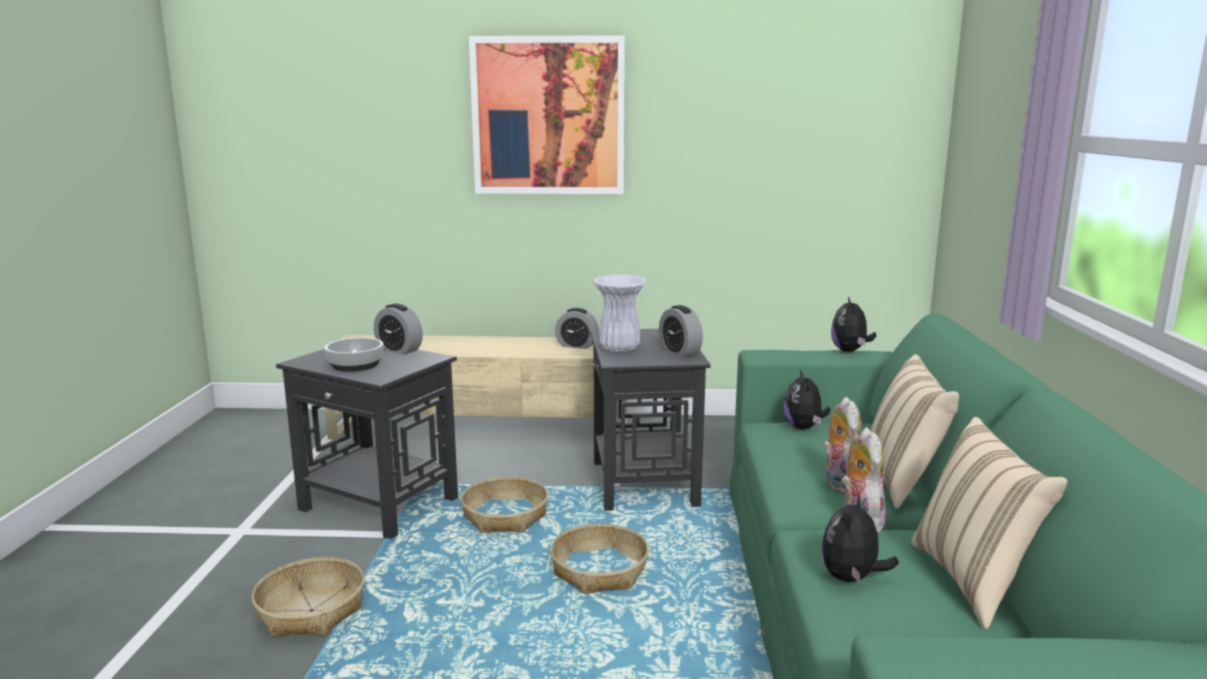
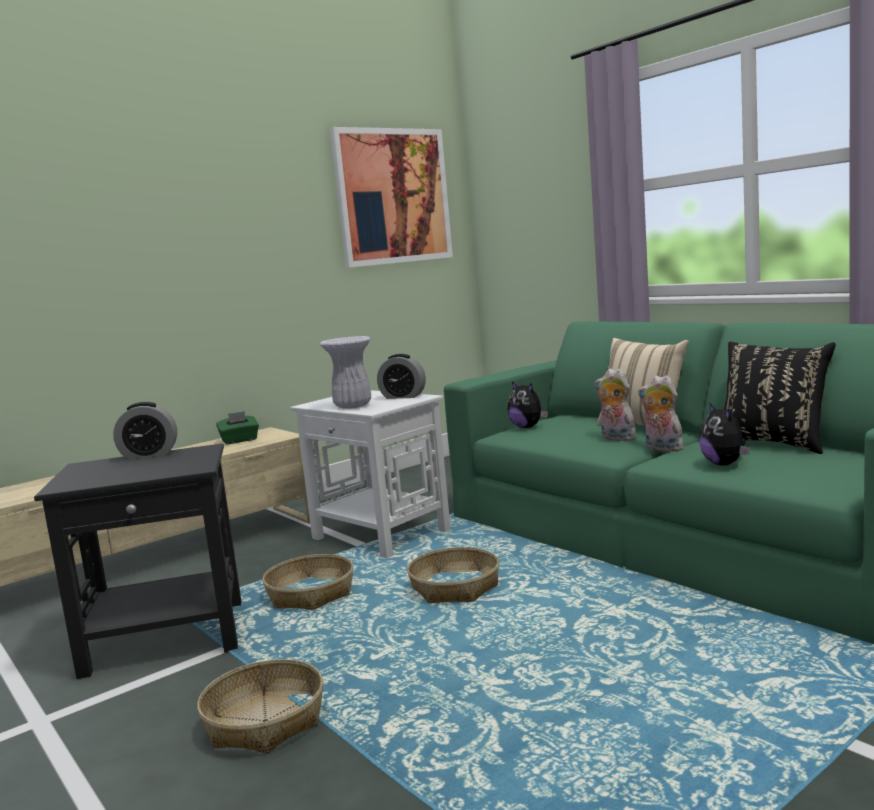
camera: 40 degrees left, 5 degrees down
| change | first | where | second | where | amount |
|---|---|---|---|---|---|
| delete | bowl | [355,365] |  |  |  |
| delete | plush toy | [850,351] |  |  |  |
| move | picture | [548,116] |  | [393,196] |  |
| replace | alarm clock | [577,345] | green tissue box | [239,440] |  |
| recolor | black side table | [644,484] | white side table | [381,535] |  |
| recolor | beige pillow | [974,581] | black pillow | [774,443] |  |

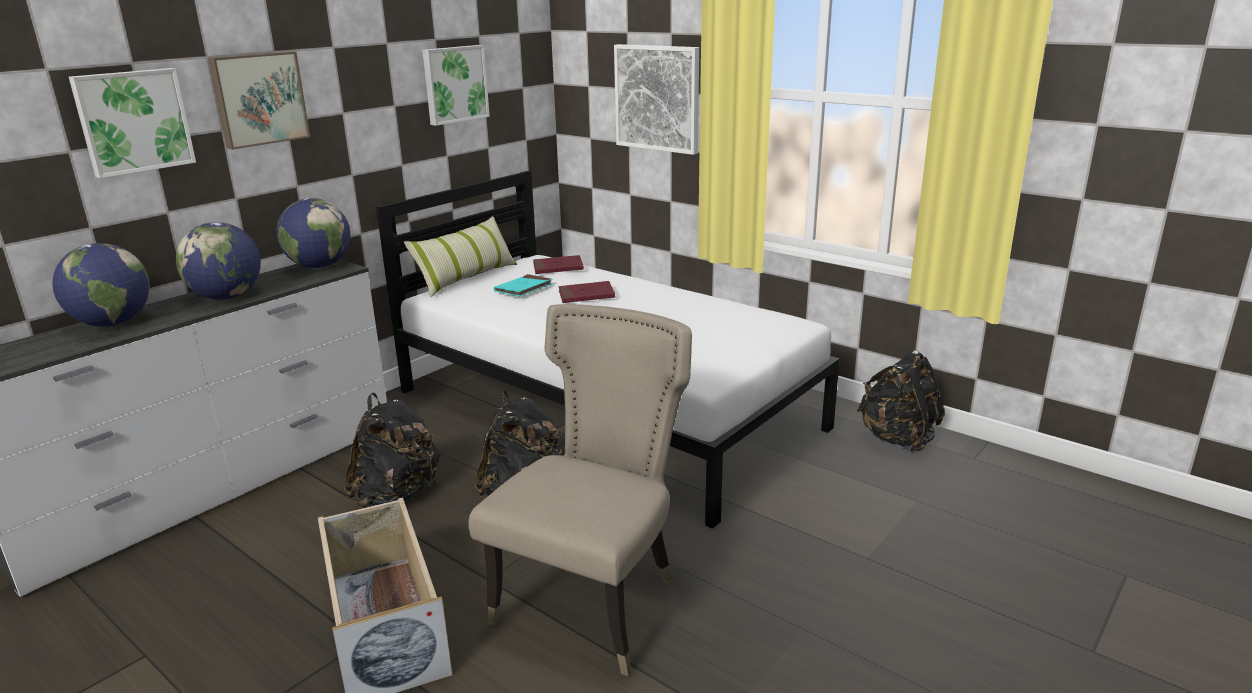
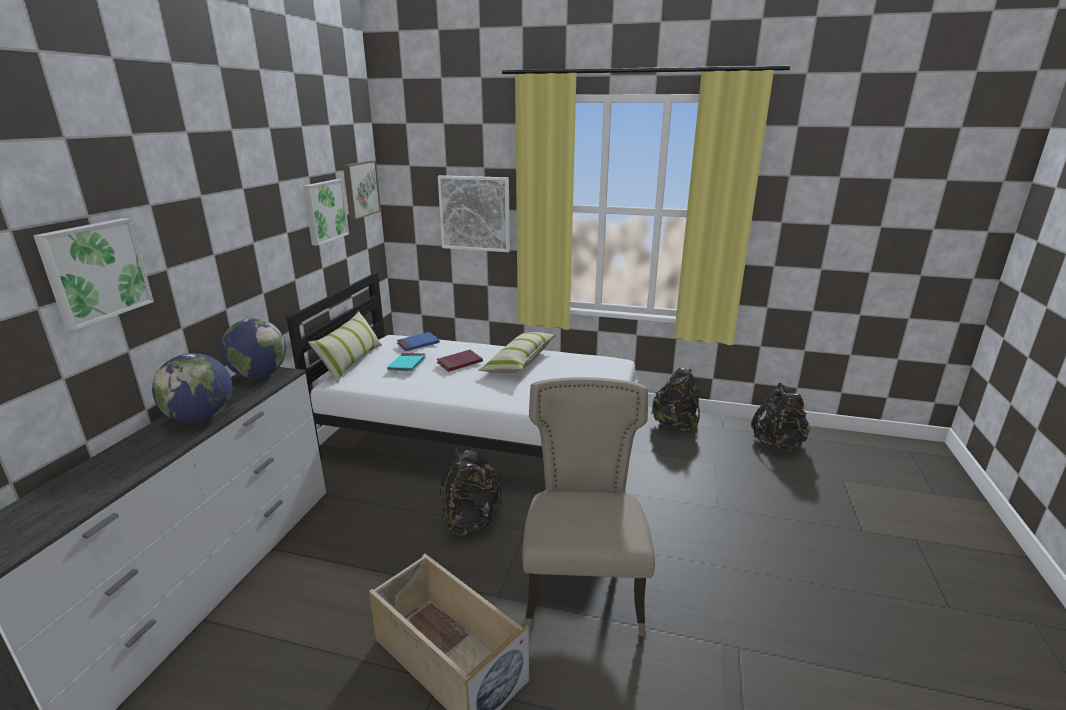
camera: 25 degrees left, 0 degrees up
| change | first | where | second | where | amount |
|---|---|---|---|---|---|
| delete | globe | [112,323] |  |  |  |
| insert |  |  | pillow | [519,362] |  |
| move | picture | [259,99] |  | [360,189] |  |
| move | black backpack | [396,494] |  | [778,444] |  |
| recolor | red book | [558,268] | blue book | [418,343] |  |

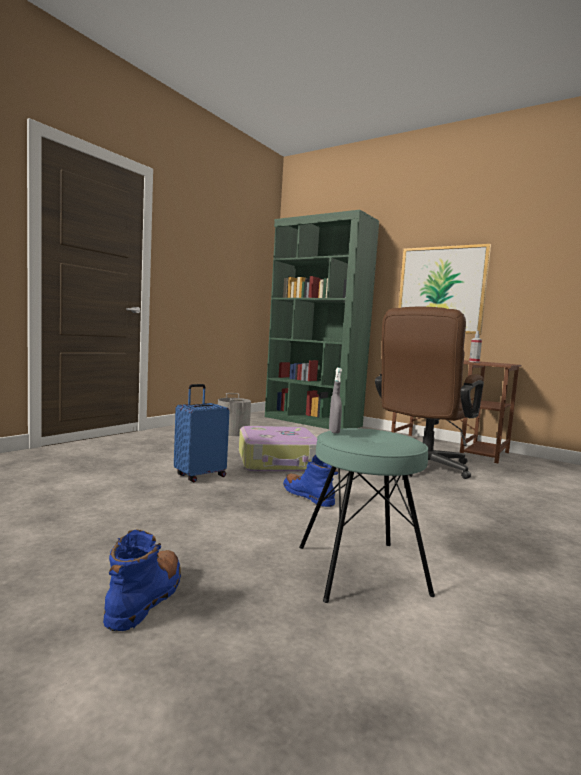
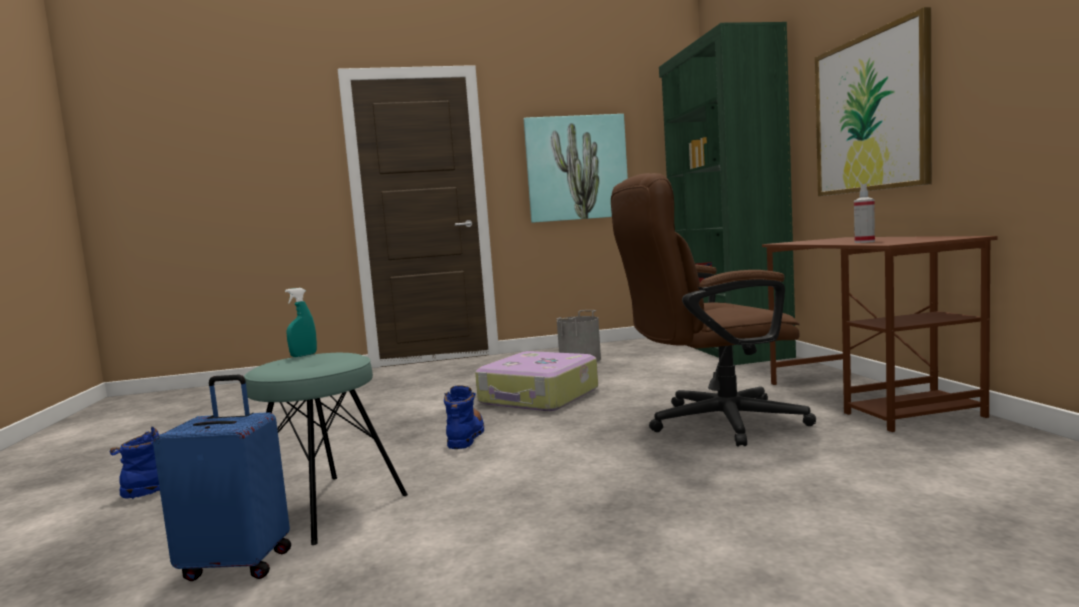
camera: 45 degrees right, 0 degrees up
| change | first | where | second | where | amount |
|---|---|---|---|---|---|
| insert |  |  | picture | [576,168] |  |
| move | blue suitcase | [199,476] |  | [238,563] |  |
| recolor | grey spray bottle | [334,431] | turquoise spray bottle | [303,355] |  |

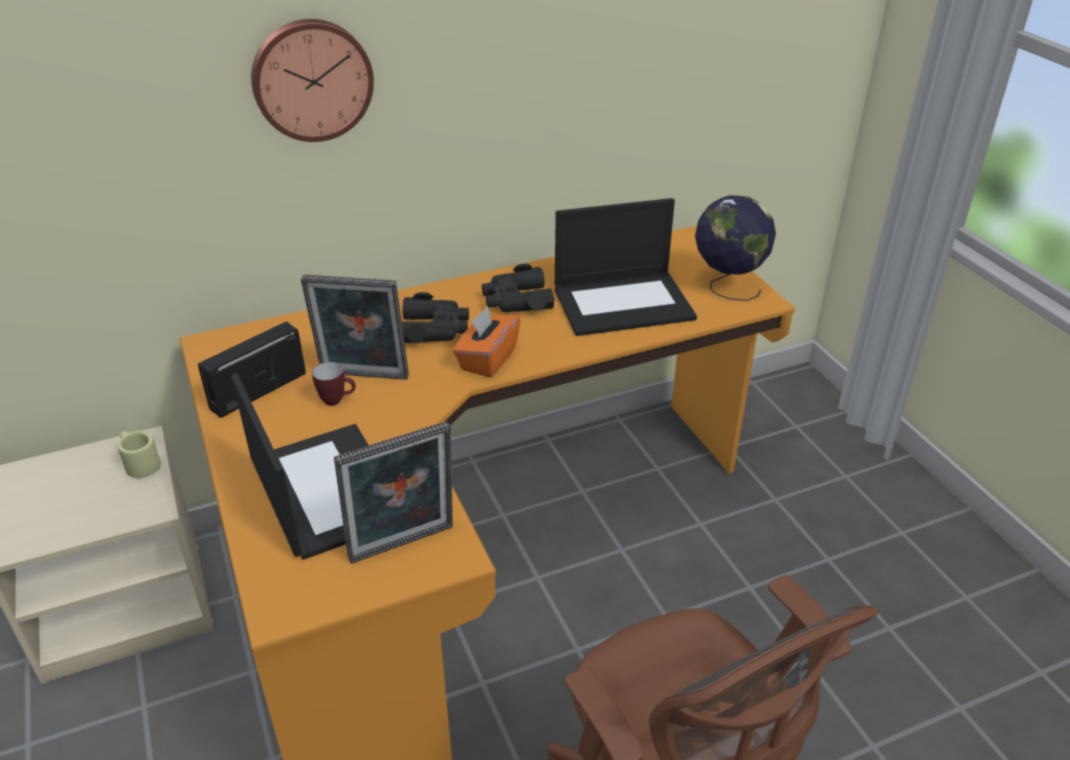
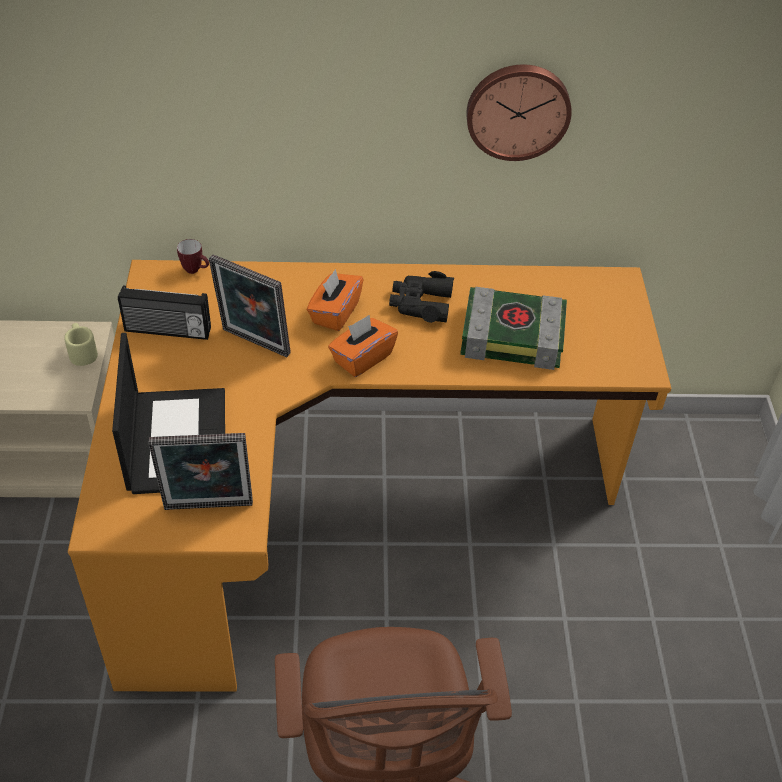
camera: 20 degrees right, 10 degrees up
| change | first | where | second | where | amount |
|---|---|---|---|---|---|
| delete | globe | [727,287] |  |  |  |
| move | wall clock | [311,79] |  | [518,110] |  |
| move | mug | [337,400] |  | [195,270] |  |
| replace | black binoculars | [434,329] | orange tissue box | [335,313] |  |
| replace | laptop | [624,303] | book | [514,335] |  |
| rotate | radio | [257,390] |  | [167,331] | 150 degrees counterclockwise |

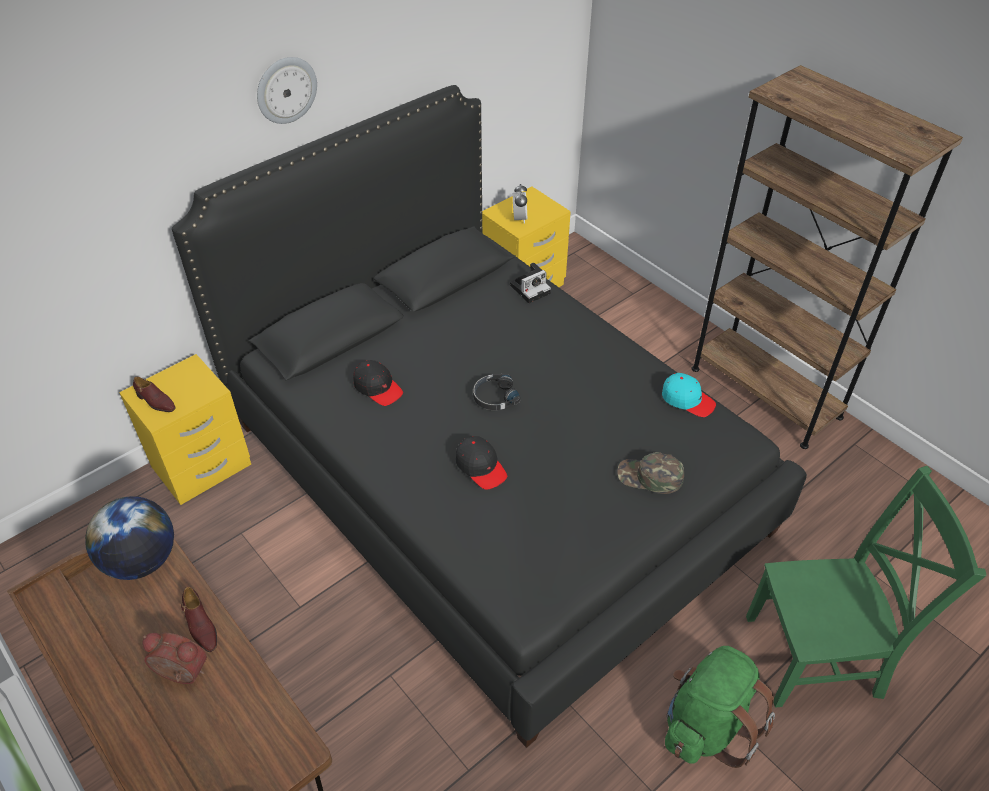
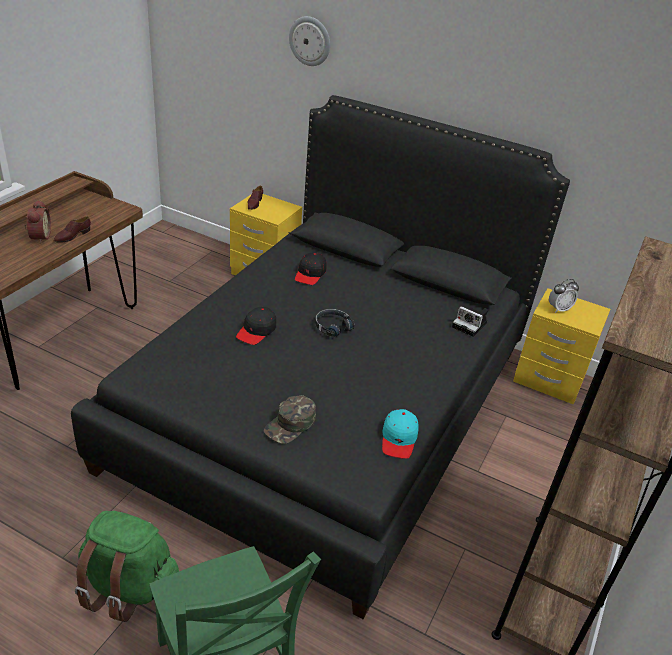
camera: 65 degrees right, 10 degrees down
| change | first | where | second | where | amount |
|---|---|---|---|---|---|
| delete | globe | [141,561] |  |  |  |
| move | wall clock | [286,90] |  | [310,41] |  |
| rotate | green cap | [649,477] |  | [291,424] | 135 degrees counterclockwise |

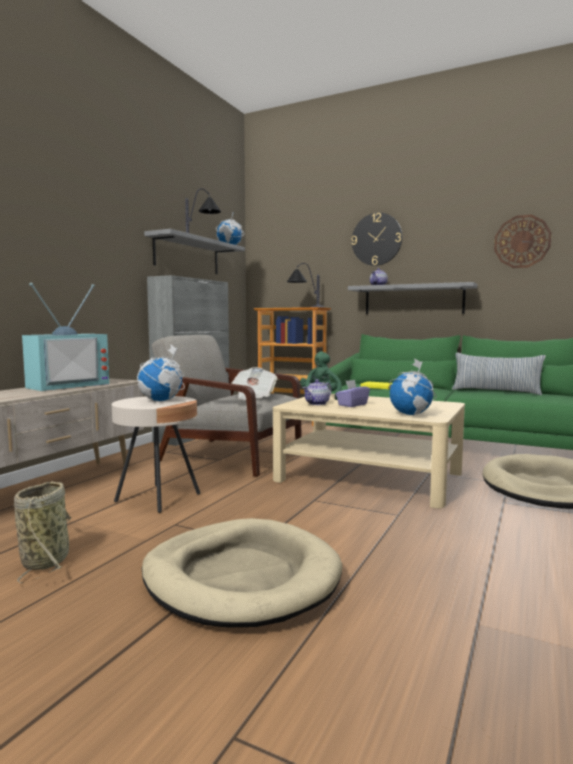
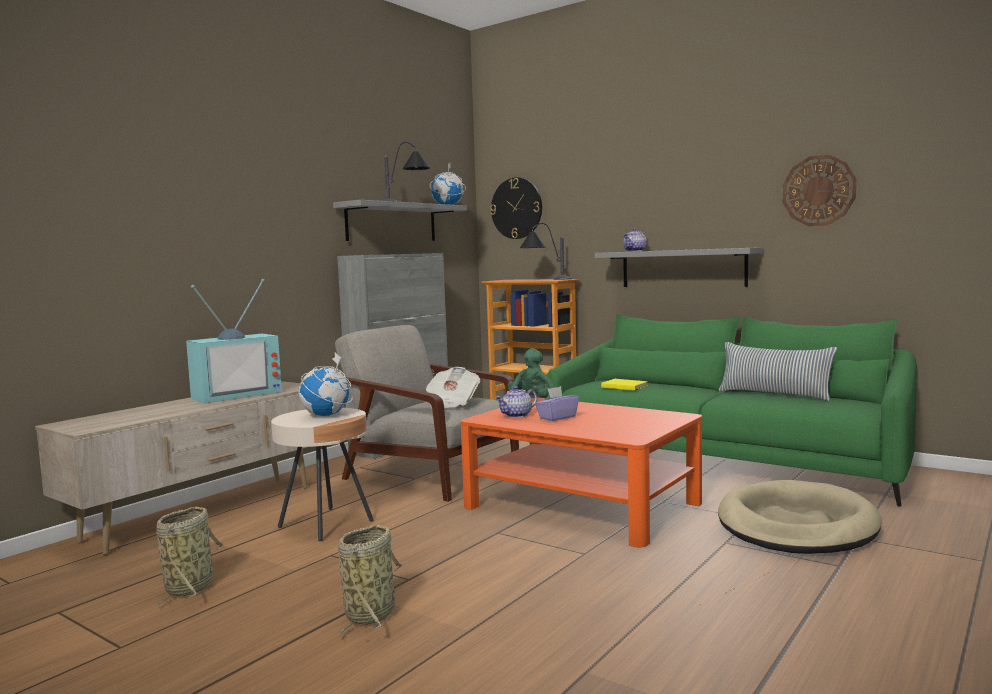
camera: 10 degrees right, 0 degrees up
| change | first | where | second | where | amount |
|---|---|---|---|---|---|
| delete | globe | [411,414] |  |  |  |
| move | wall clock | [376,239] |  | [516,208] |  |
| replace | beige dog bed | [241,577] | basket | [372,613] |  |
| recolor | beige coffee table | [369,477] | orange coffee table | [582,505] |  |

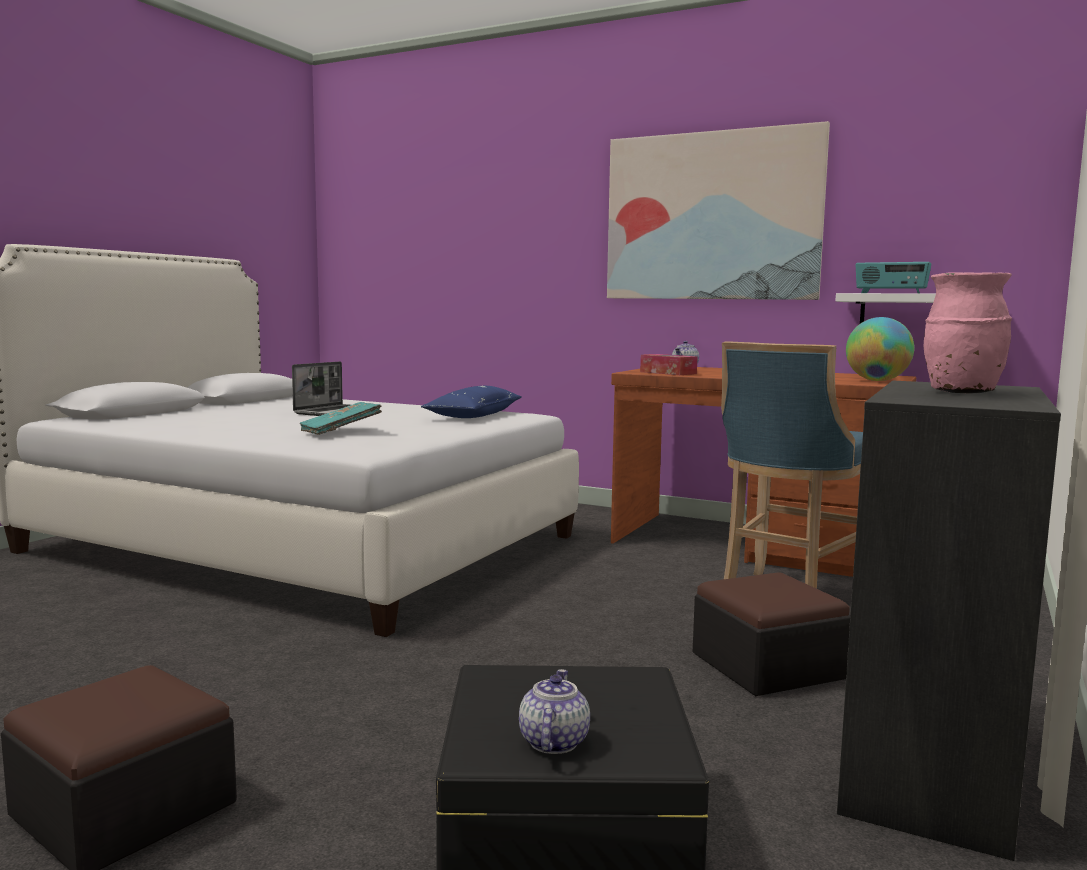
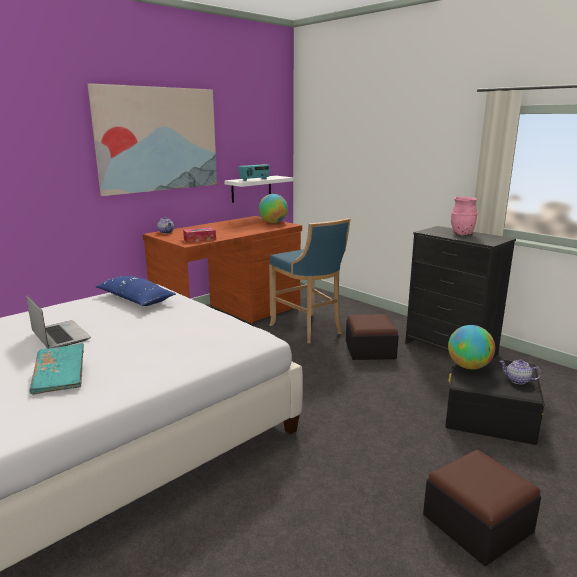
camera: 70 degrees left, 10 degrees up
| change | first | where | second | where | amount |
|---|---|---|---|---|---|
| insert |  |  | globe | [468,367] |  |
| move | turquoise book | [340,431] |  | [60,378] |  |

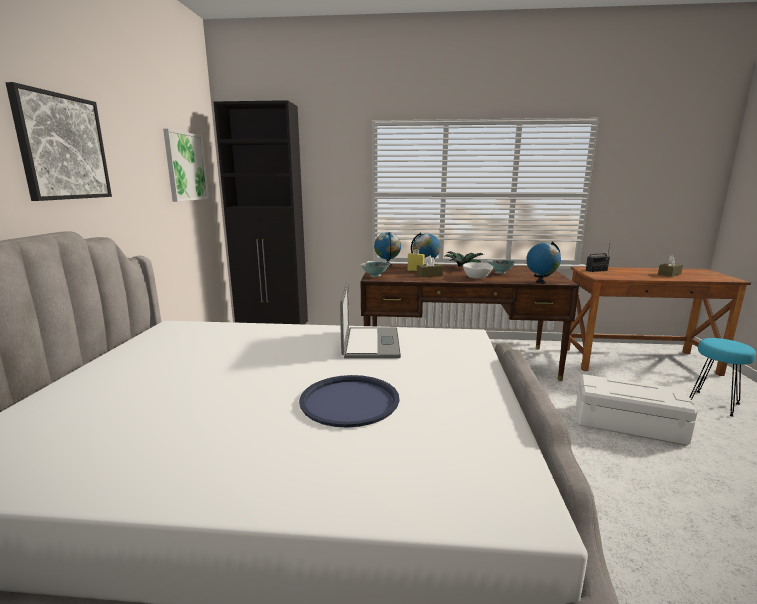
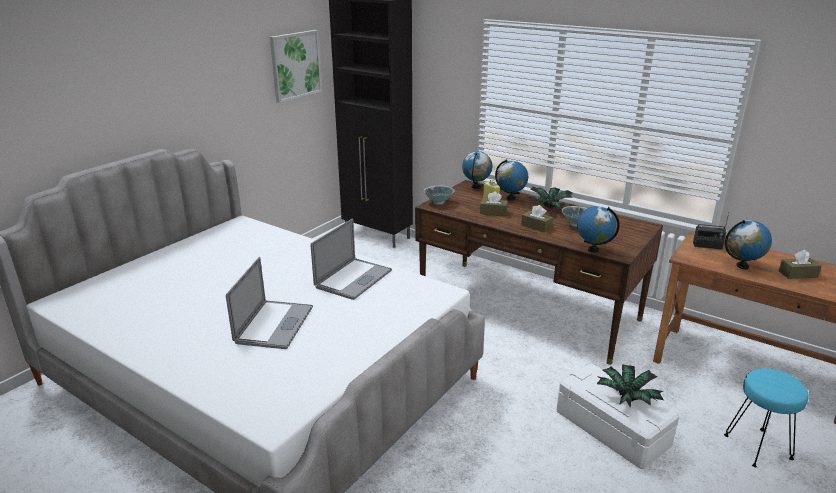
camera: 30 degrees right, 10 degrees up
| change | first | where | second | where | amount |
|---|---|---|---|---|---|
| delete | picture | [62,147] |  |  |  |
| insert |  |  | potted plant | [627,398] |  |
| insert |  |  | globe | [742,266] |  |
| replace | blue tray | [349,401] | laptop | [274,324] |  |
| replace | white bowl | [476,277] | brown tissue box | [536,226] |  |

